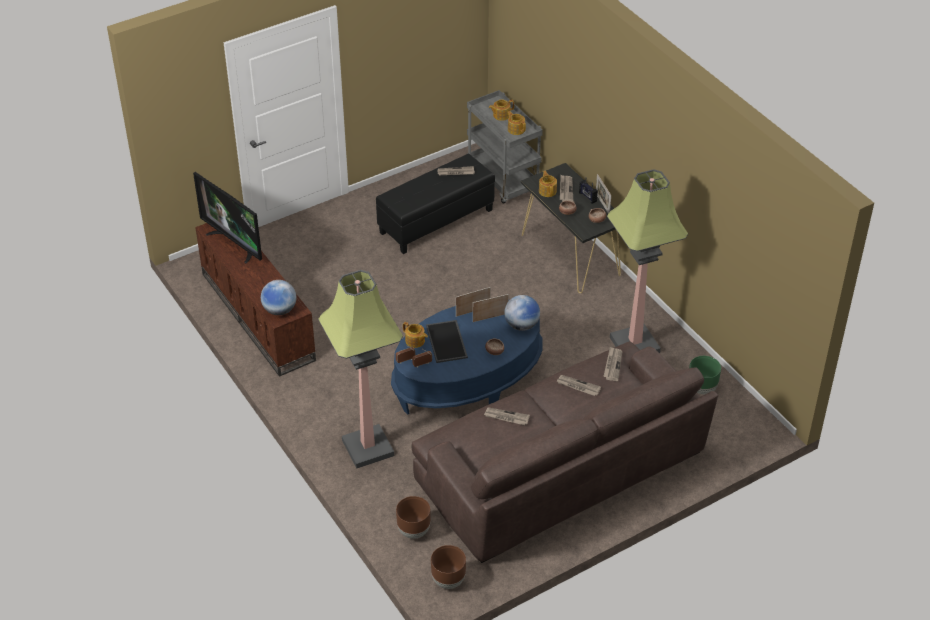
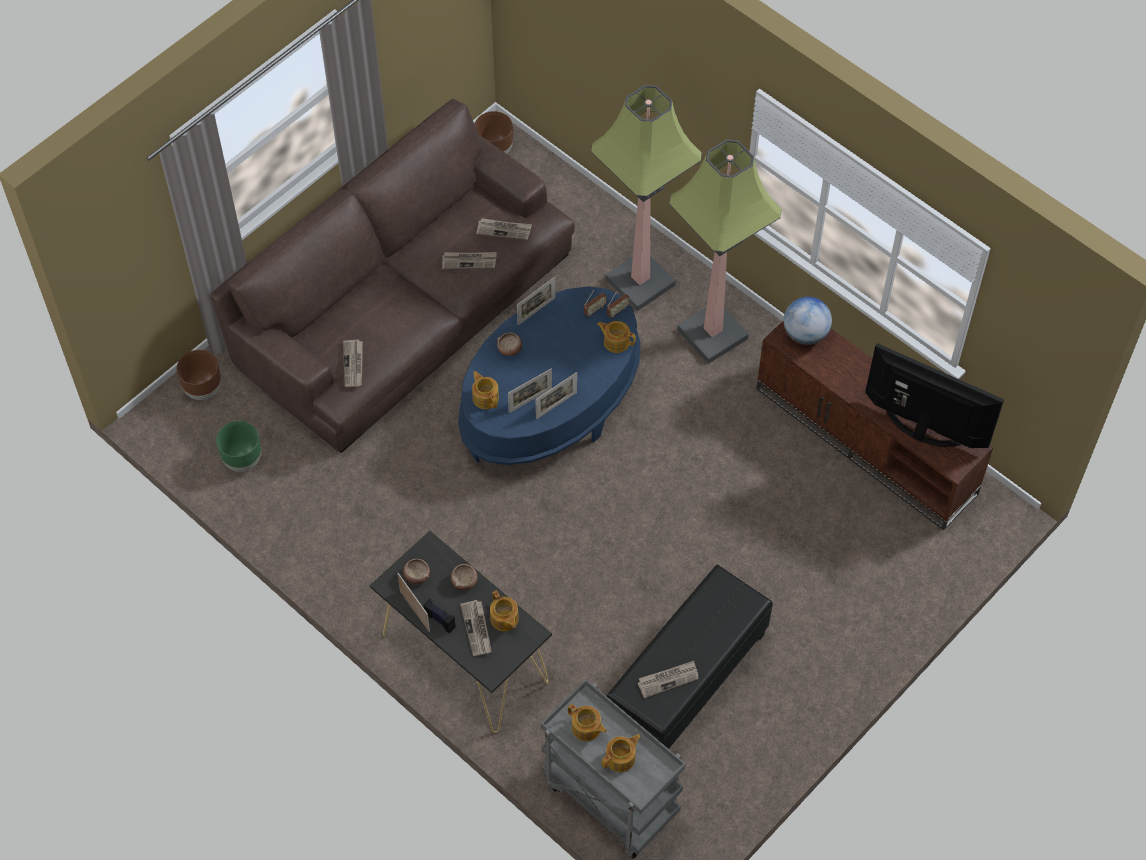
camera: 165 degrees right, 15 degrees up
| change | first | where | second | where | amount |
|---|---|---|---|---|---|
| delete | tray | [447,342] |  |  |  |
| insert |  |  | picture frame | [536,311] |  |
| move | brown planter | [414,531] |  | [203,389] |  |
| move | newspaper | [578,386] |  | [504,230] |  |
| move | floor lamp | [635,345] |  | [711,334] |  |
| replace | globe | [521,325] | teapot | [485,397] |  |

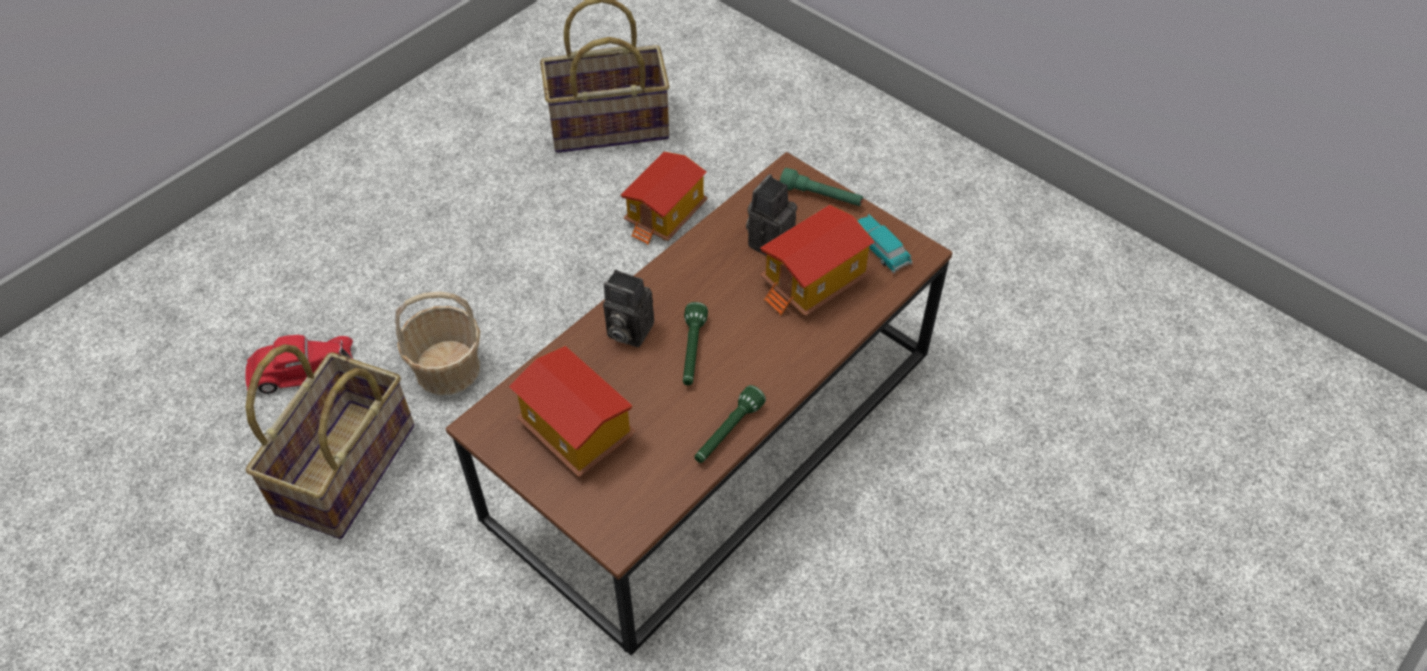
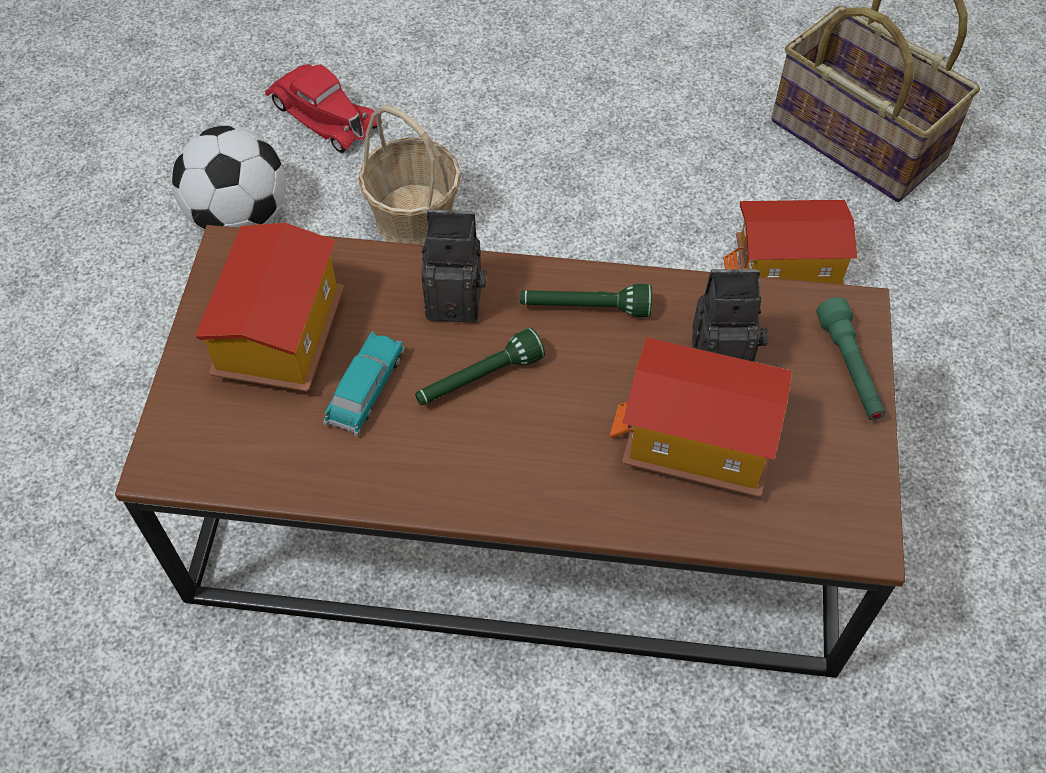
camera: 55 degrees right, 5 degrees up
| change | first | where | second | where | amount |
|---|---|---|---|---|---|
| move | green flashlight | [727,433] |  | [584,308] |  |
| move | toy car | [879,248] |  | [366,388] |  |
| replace | basket | [345,467] | football | [241,218] |  |
| rotate | photo camera | [627,331] |  | [458,298] | 105 degrees clockwise |

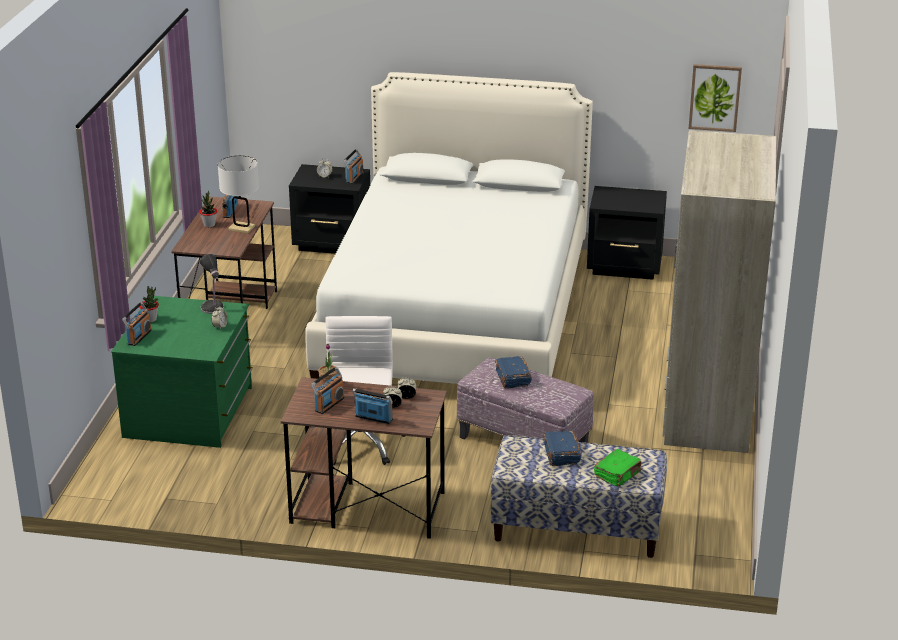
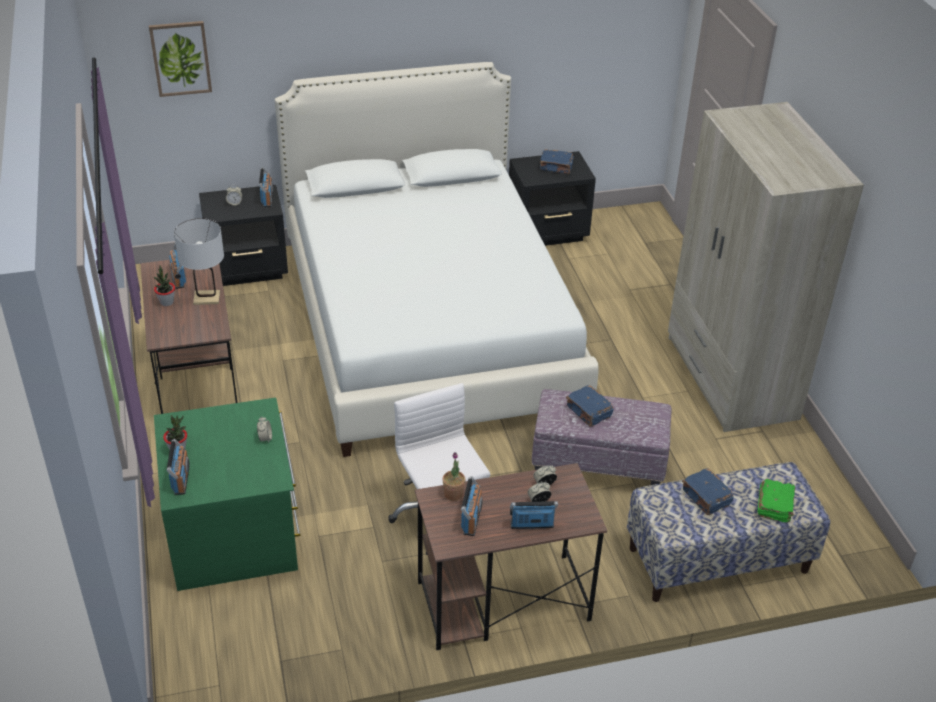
camera: 25 degrees left, 10 degrees up
| change | first | where | second | where | amount |
|---|---|---|---|---|---|
| delete | table lamp | [212,308] |  |  |  |
| insert |  |  | blue book | [556,167] |  |
| move | picture | [714,97] |  | [181,58] |  |

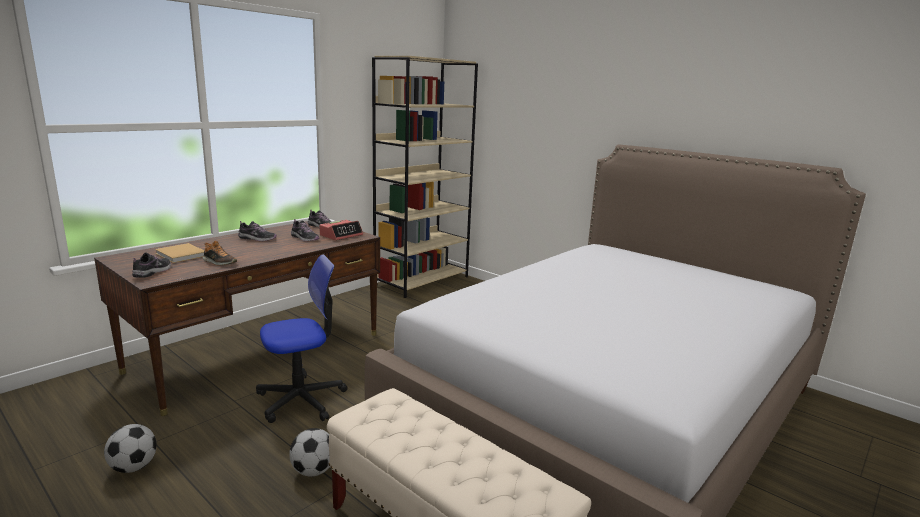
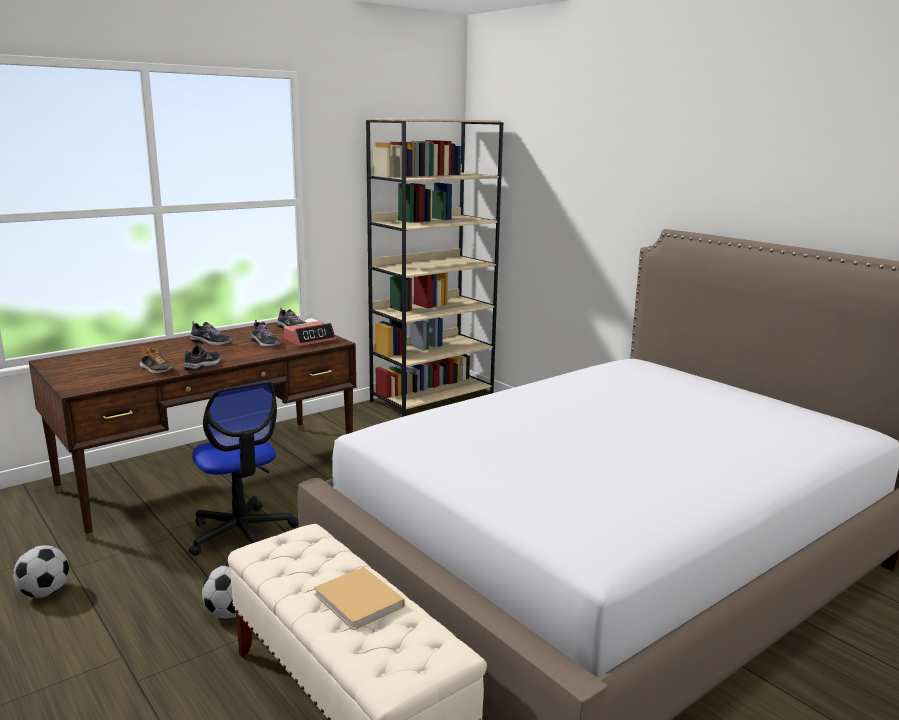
camera: 10 degrees right, 0 degrees up
| change | first | where | second | where | amount |
|---|---|---|---|---|---|
| move | shoe | [153,272] |  | [203,365] |  |
| move | beige book | [181,255] |  | [360,602] |  |
| rotate | office chair | [301,399] |  | [241,533] | 75 degrees clockwise |

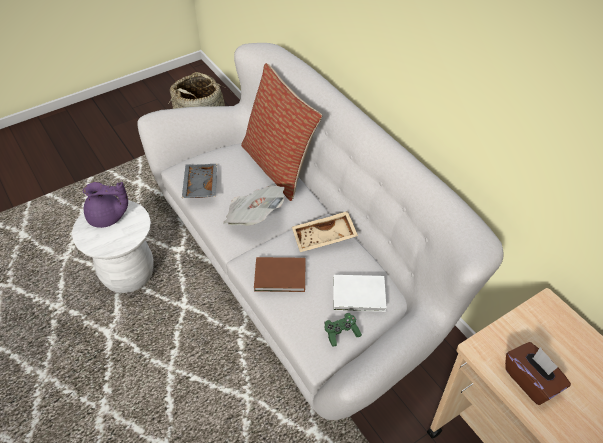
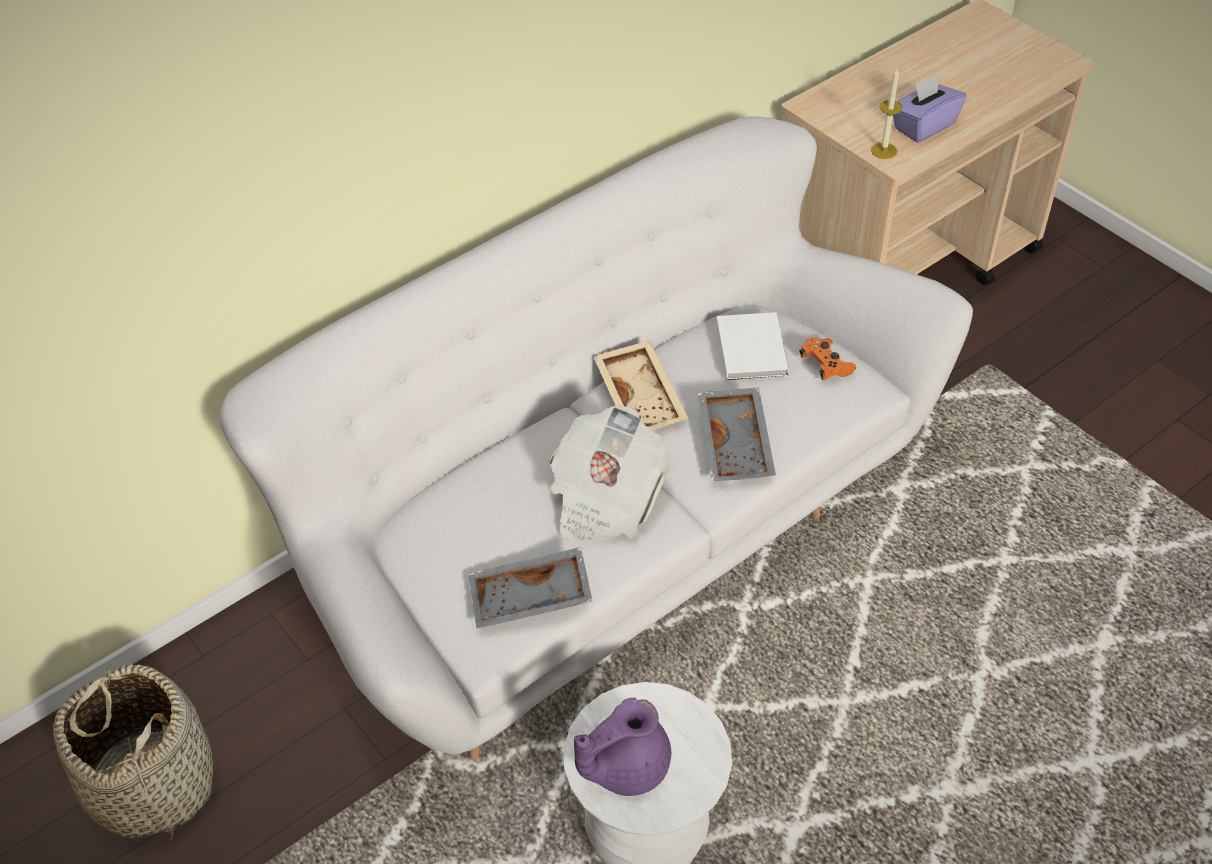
camera: 95 degrees left, 0 degrees up
| change | first | where | second | where | amount |
|---|---|---|---|---|---|
| delete | pillow | [279,166] |  |  |  |
| insert |  |  | candle | [884,151] |  |
| replace | brown book | [281,276] | grey tray | [737,444] |  |
| recolor | green game controller | [341,333] | orange game controller | [826,365] |  |
| recolor | brown tissue box | [531,381] | purple tissue box | [923,126] |  |
| rotate | purple teapot | [108,218] |  | [624,766] | 120 degrees counterclockwise |

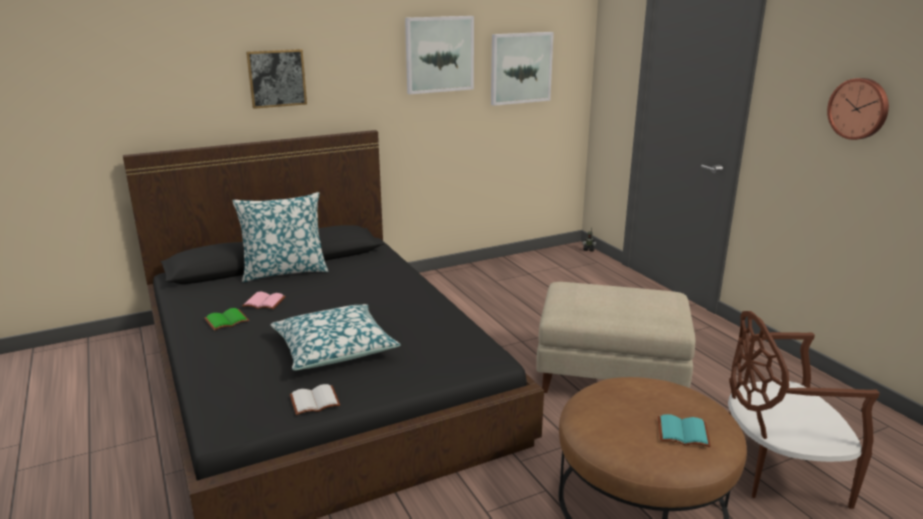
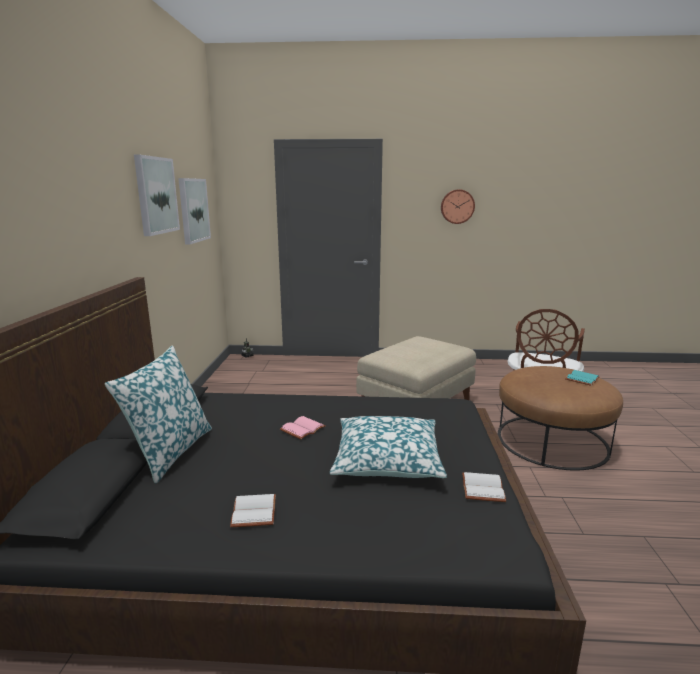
camera: 60 degrees left, 5 degrees down
| change | first | where | second | where | amount |
|---|---|---|---|---|---|
| delete | picture | [277,78] |  |  |  |
| move | pink book | [263,303] |  | [303,429] |  |
| recolor | green book | [226,321] | white book | [255,512] |  |

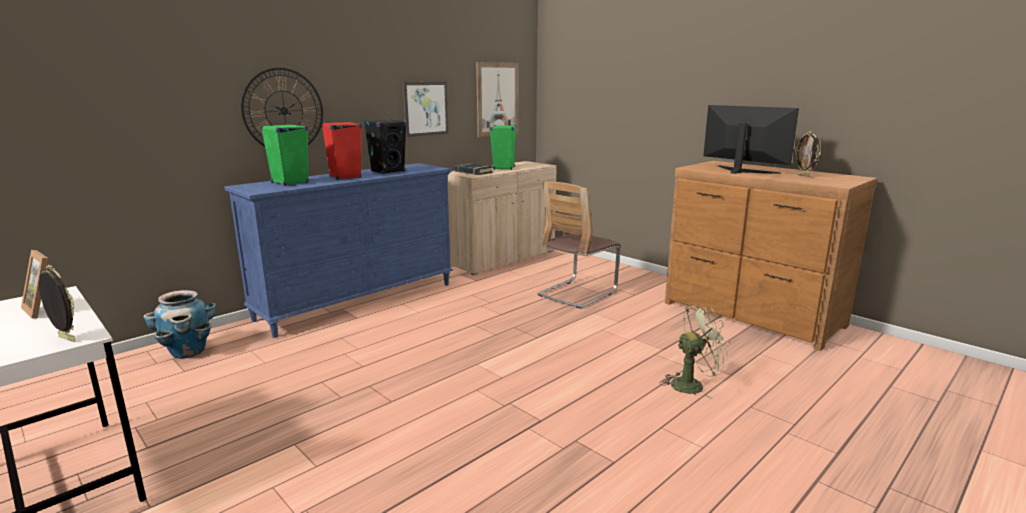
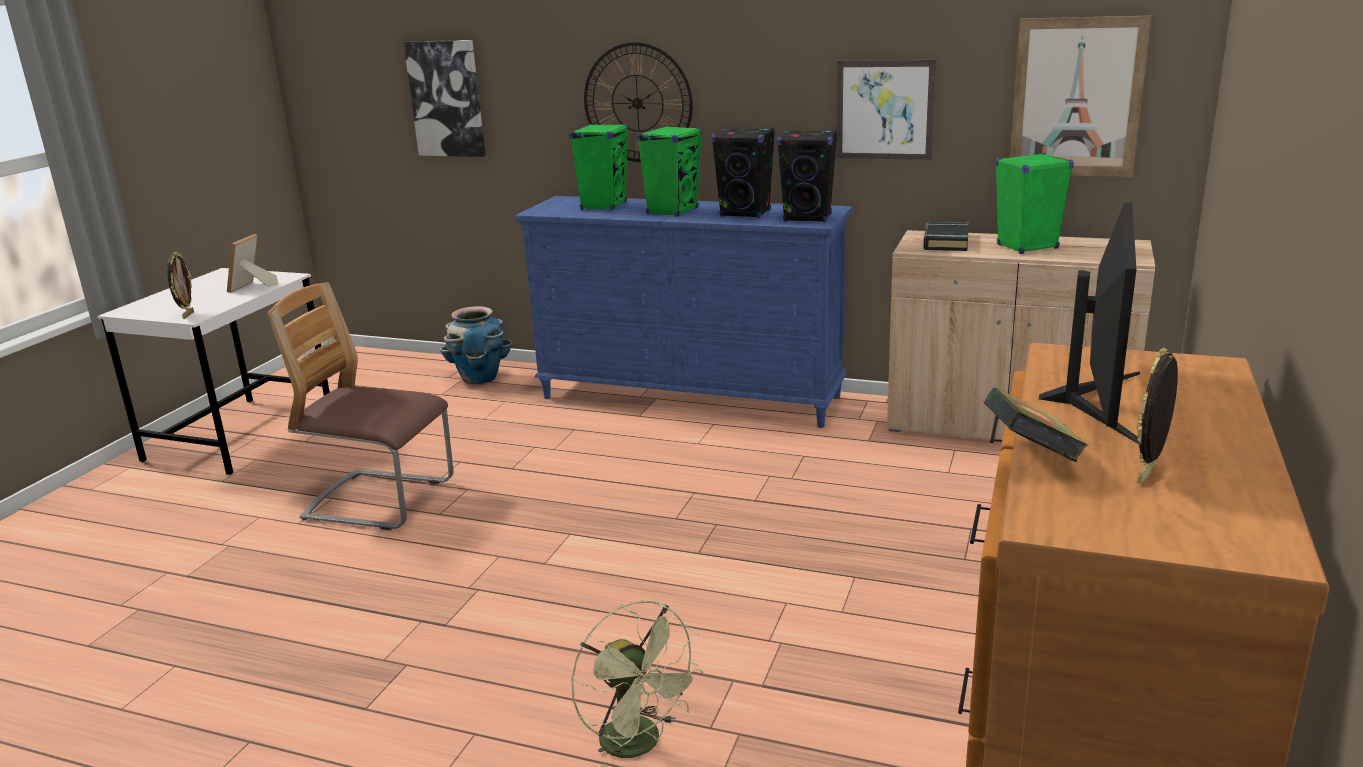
camera: 65 degrees right, 5 degrees up
| change | first | where | second | where | amount |
|---|---|---|---|---|---|
| insert |  |  | picture | [446,99] |  |
| insert |  |  | black speaker | [808,218] |  |
| insert |  |  | book | [1030,455] |  |
| move | chair | [577,293] |  | [380,501] |  |
| recolor | red speaker | [345,177] | green speaker | [672,211] |  |

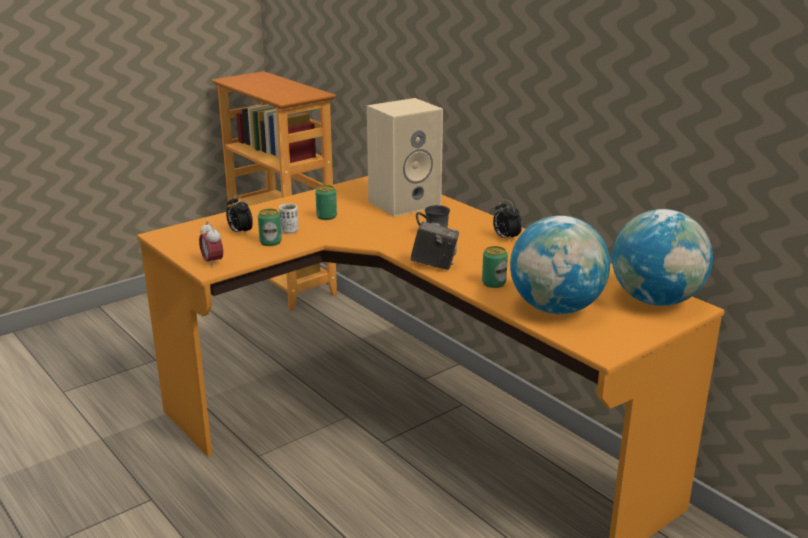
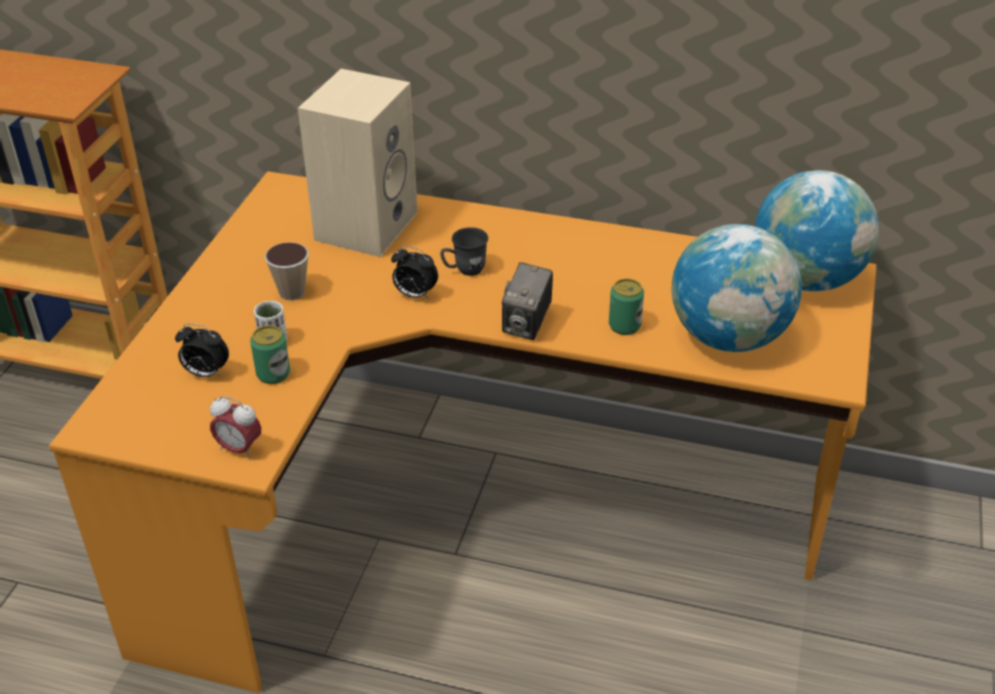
camera: 35 degrees left, 15 degrees up
| change | first | where | second | where | amount |
|---|---|---|---|---|---|
| move | alarm clock | [505,238] |  | [414,295] |  |
| replace | can | [326,216] | cup | [292,292] |  |
| rotate | photo camera | [434,265] |  | [527,324] | 135 degrees clockwise |

